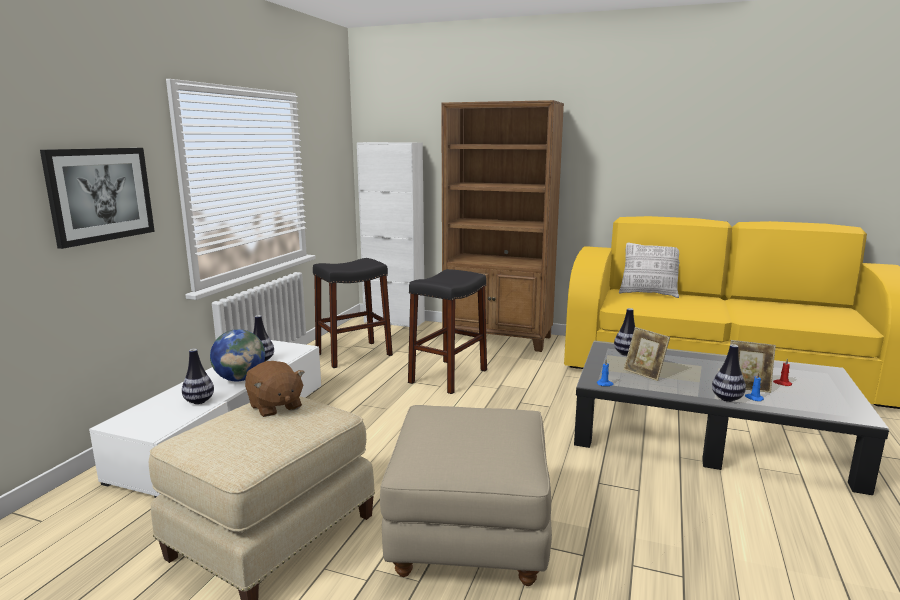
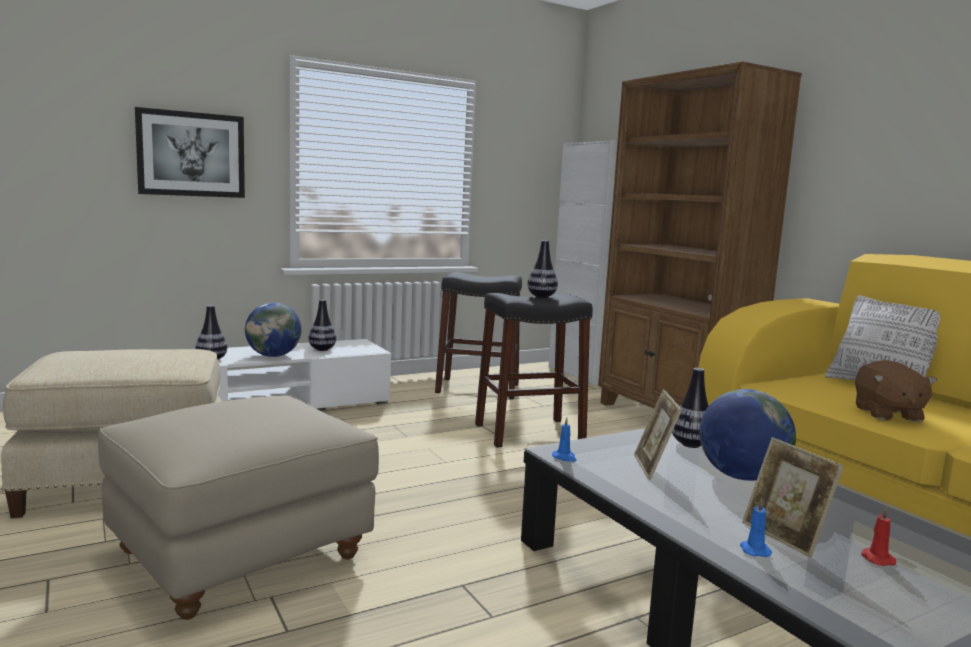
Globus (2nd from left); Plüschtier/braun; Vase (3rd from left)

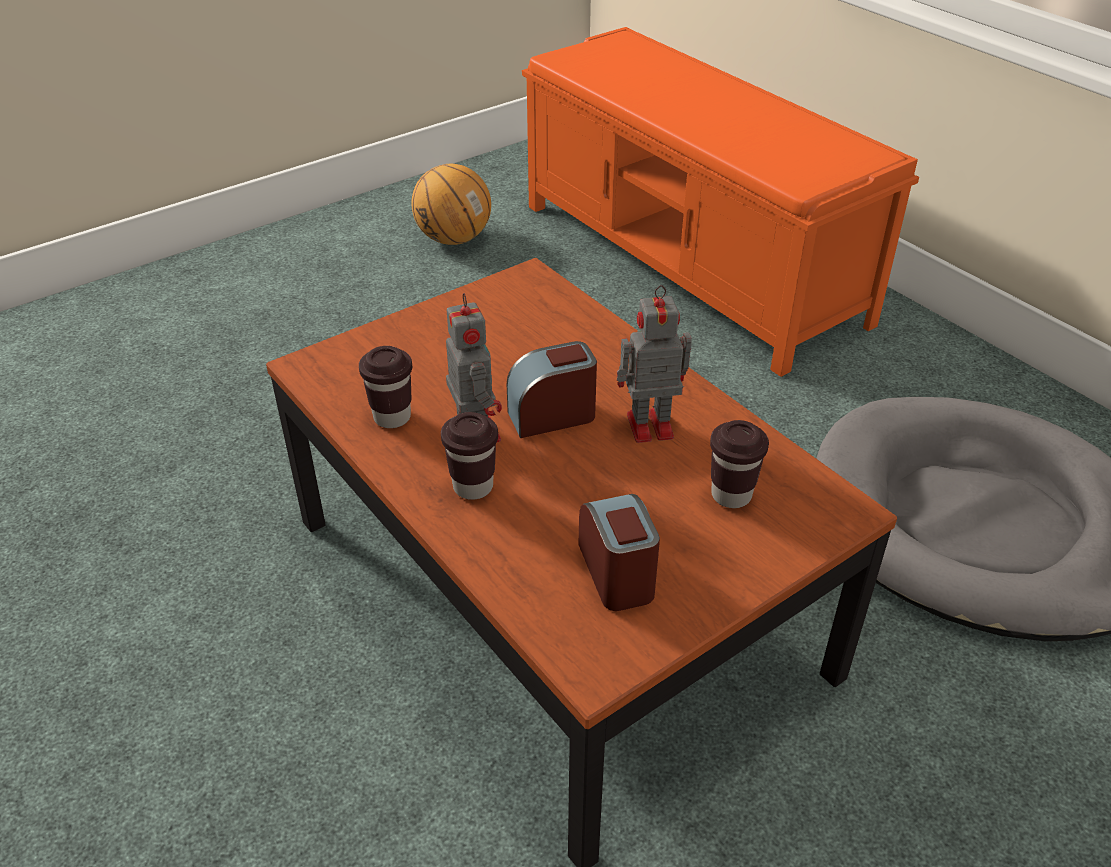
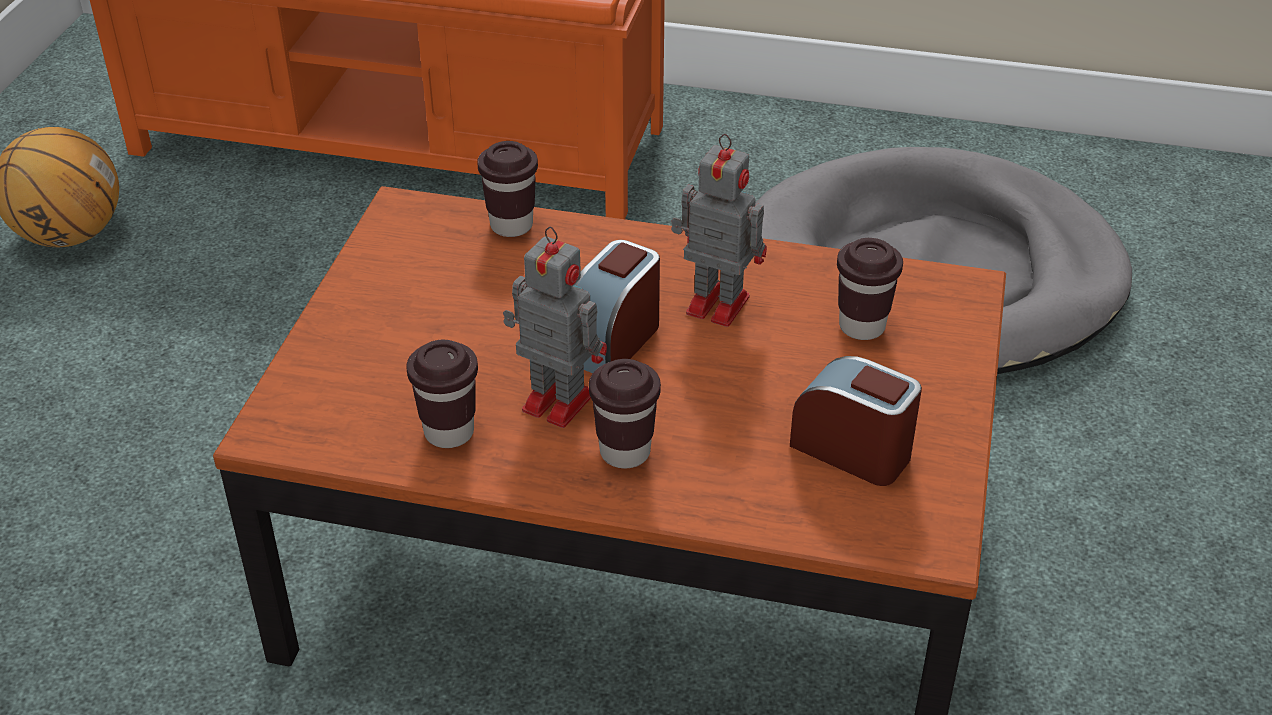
Tasse/braun (2nd from left); Spielzeugroboter (2nd from left)

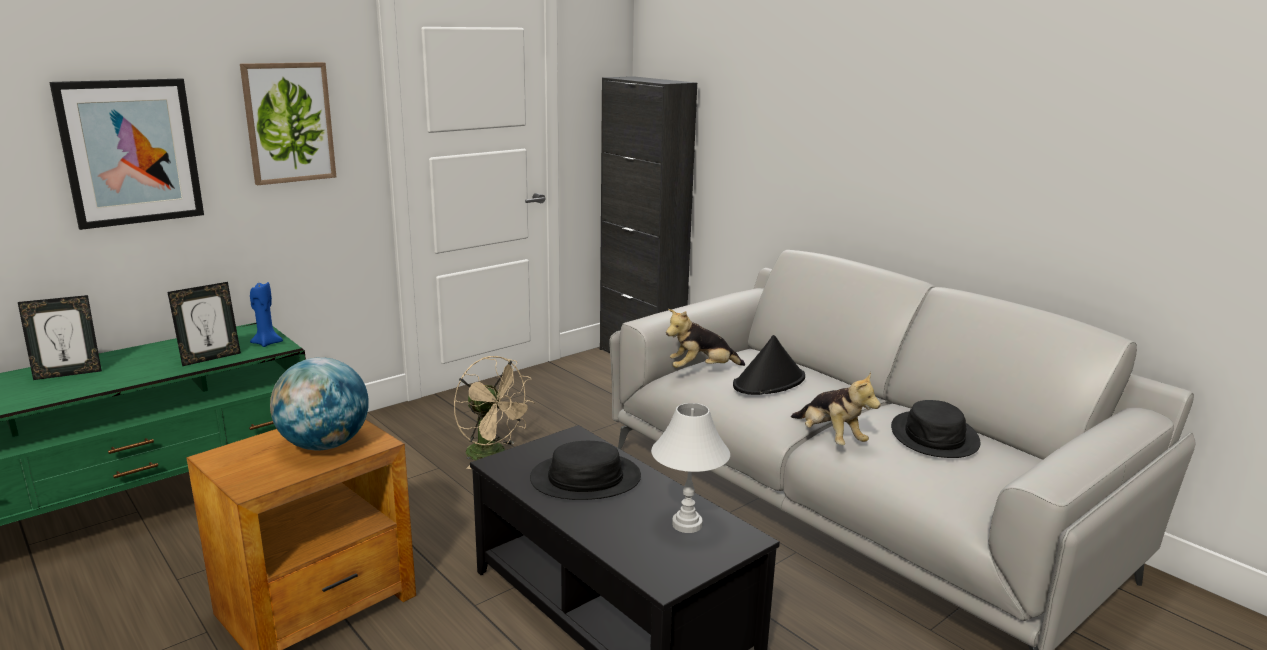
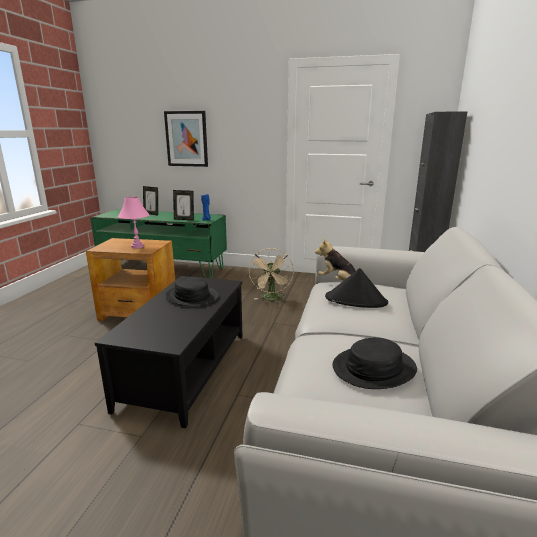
Bild (2nd from left in the first image); Tischlampe/weiß; Plüschtier (2nd from left in the first image); Tischlampe/rosa

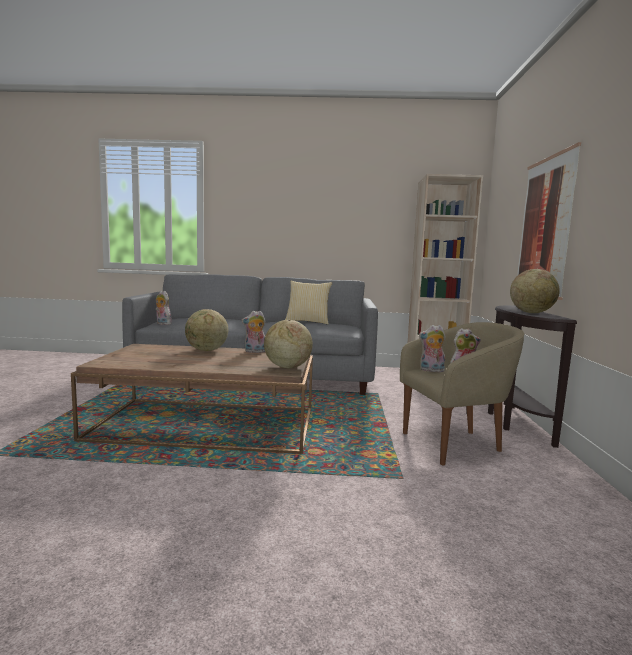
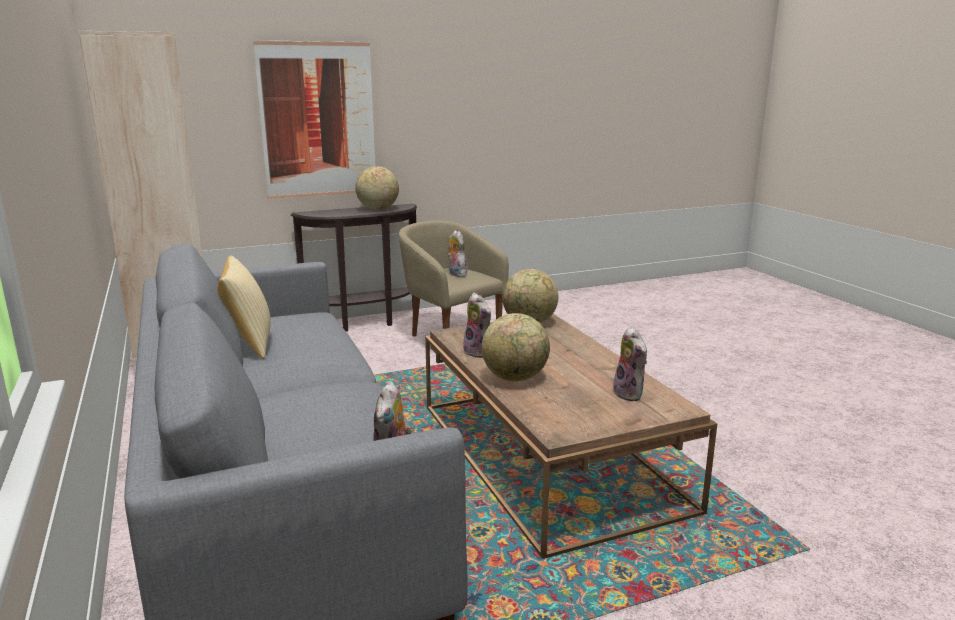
Plüschtier (4th from left)

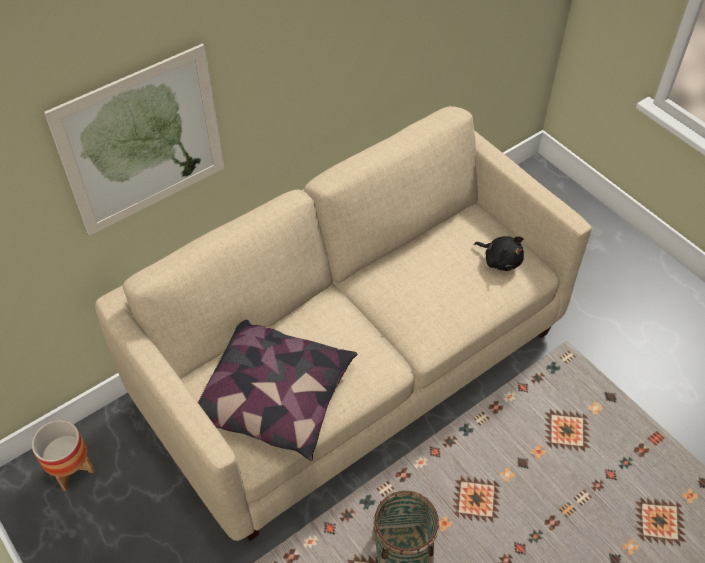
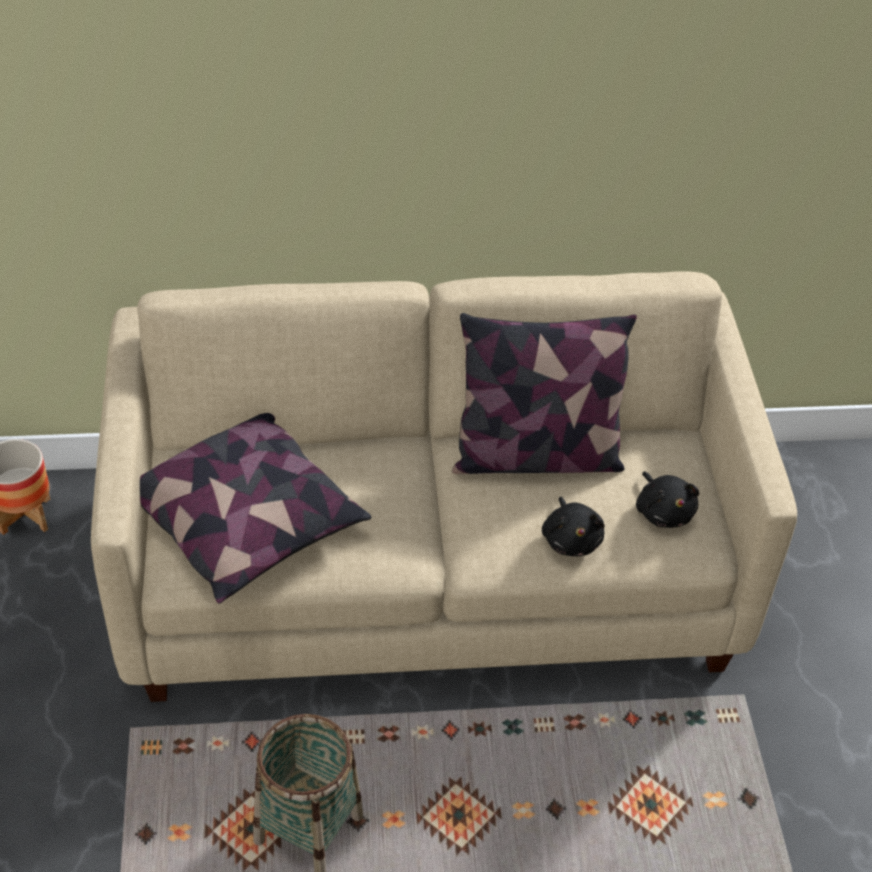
Bild; Kissen (2nd from left); Plüschtier/schwarz (1st from left)

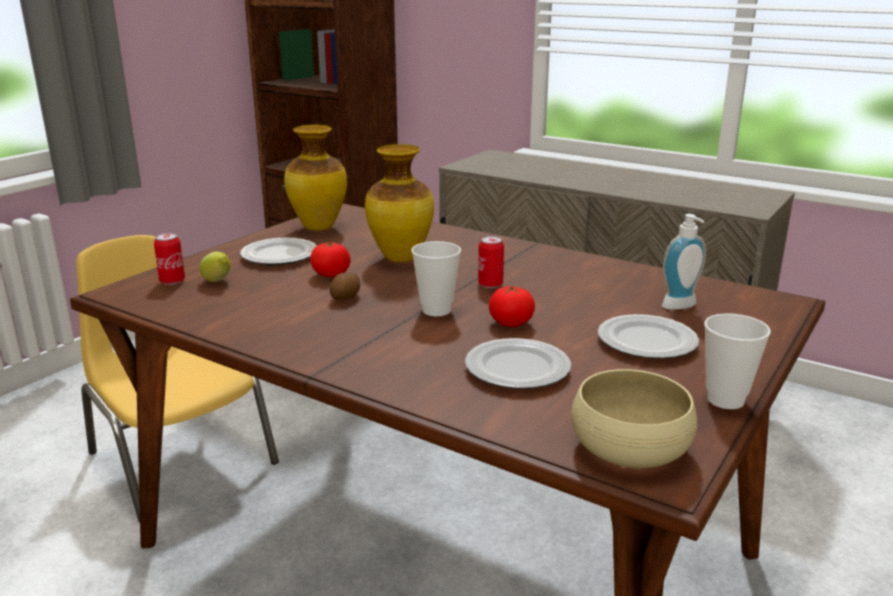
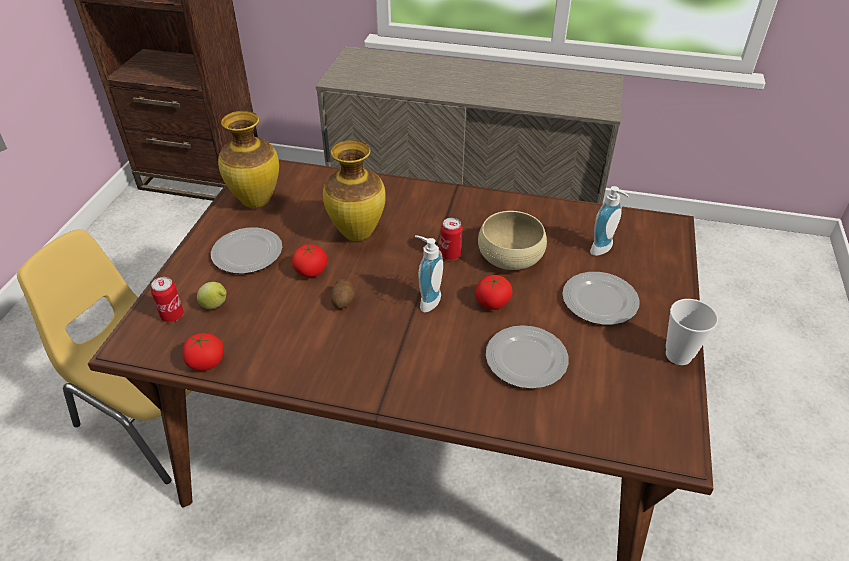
Tomate (1st from left); Schüssel/beige; Seifenspender (1st from left)

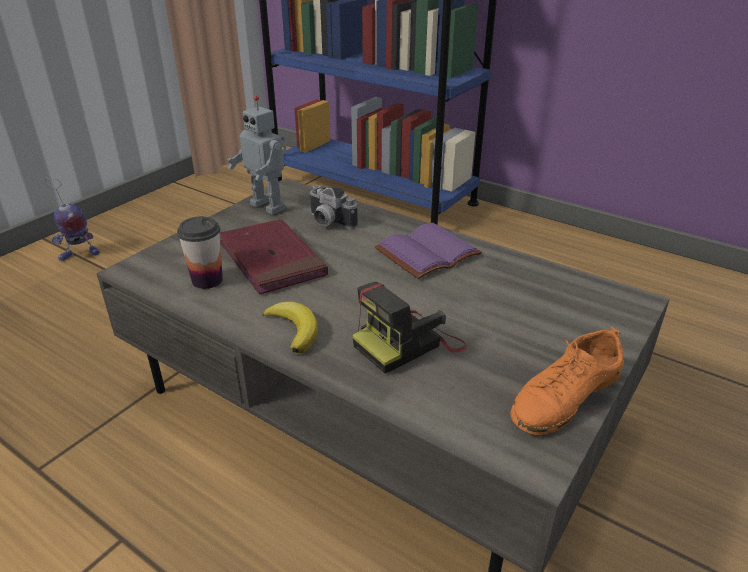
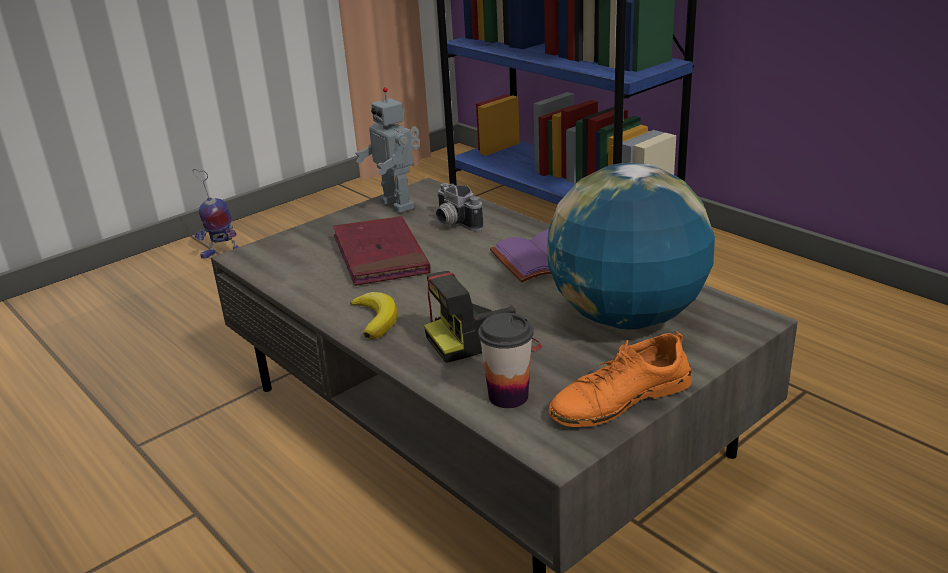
Globus; Tasse

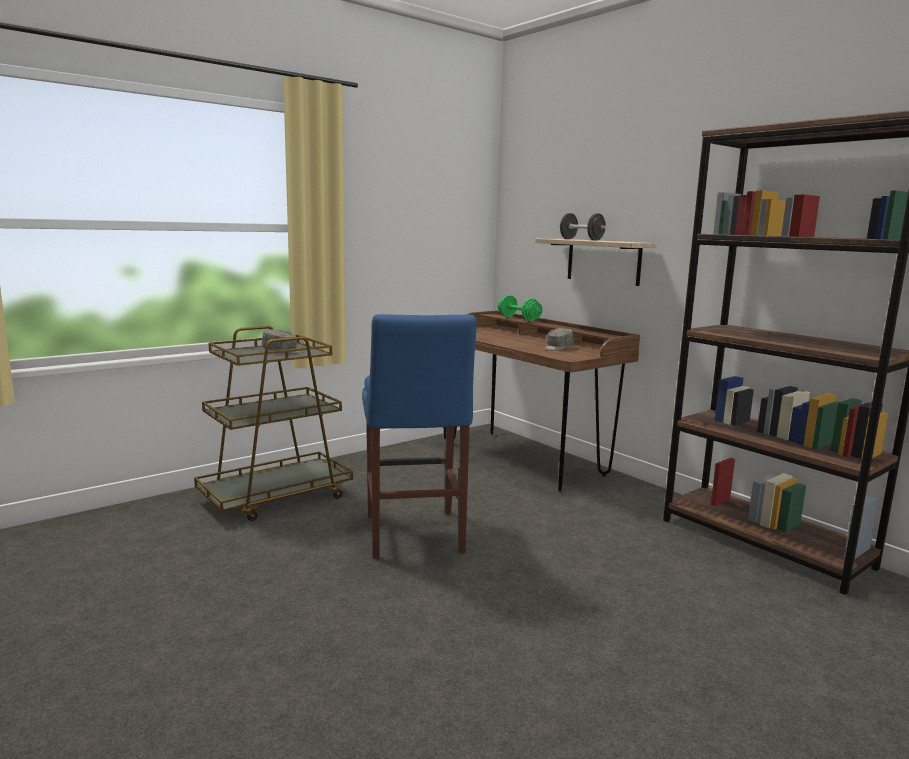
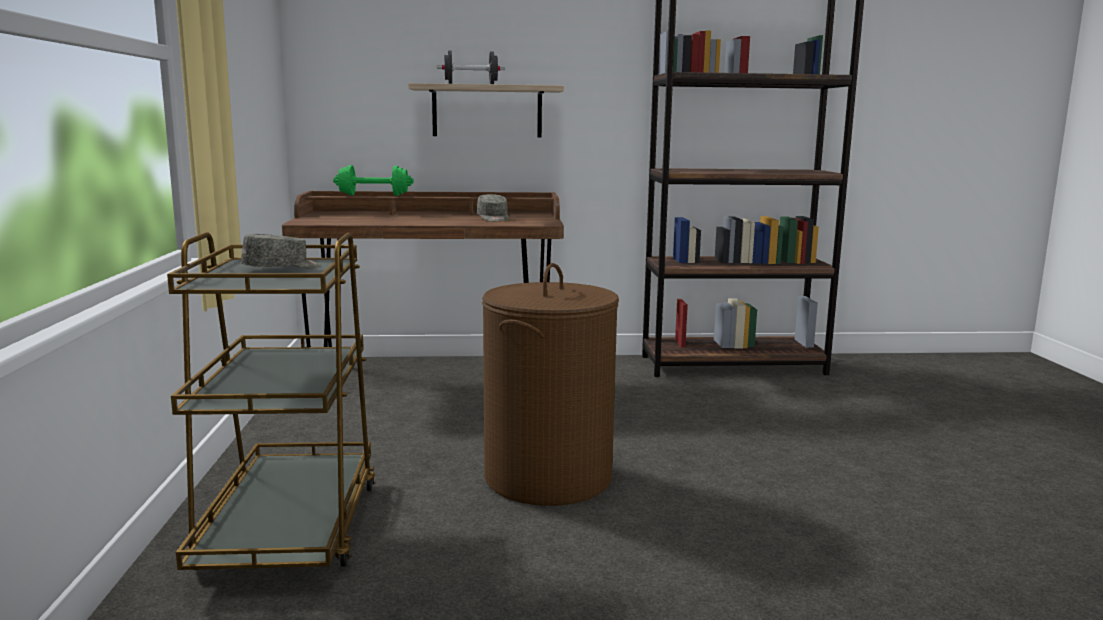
Wäschekorb/braun

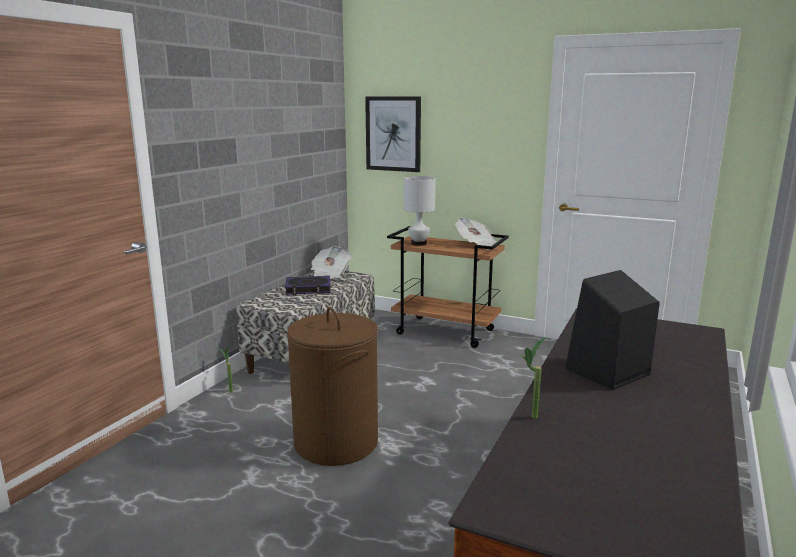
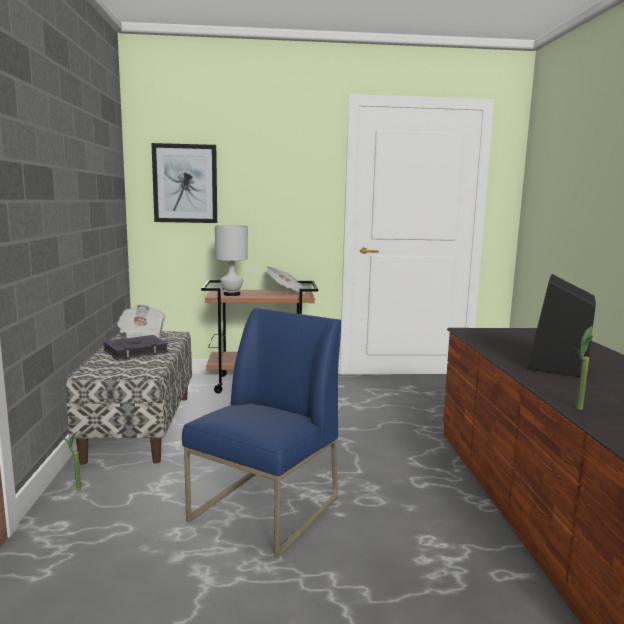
Stuhl/blau

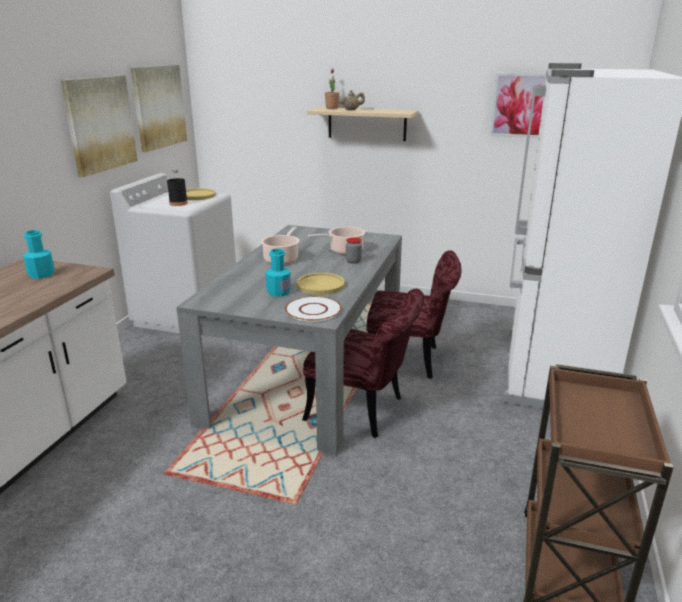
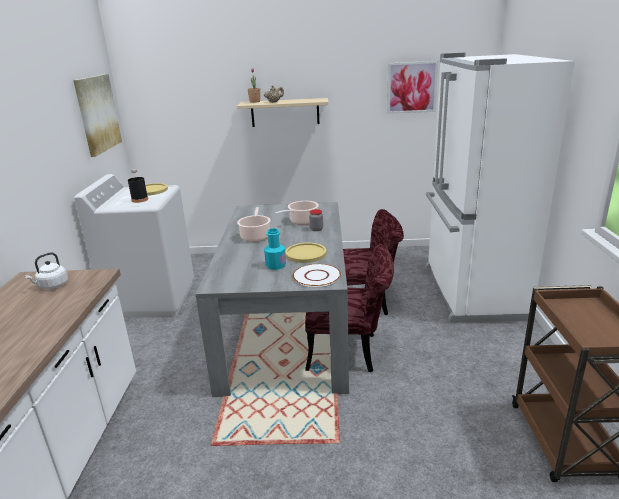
Bild (1st from left in the first image); Wasserkessel/weiß

